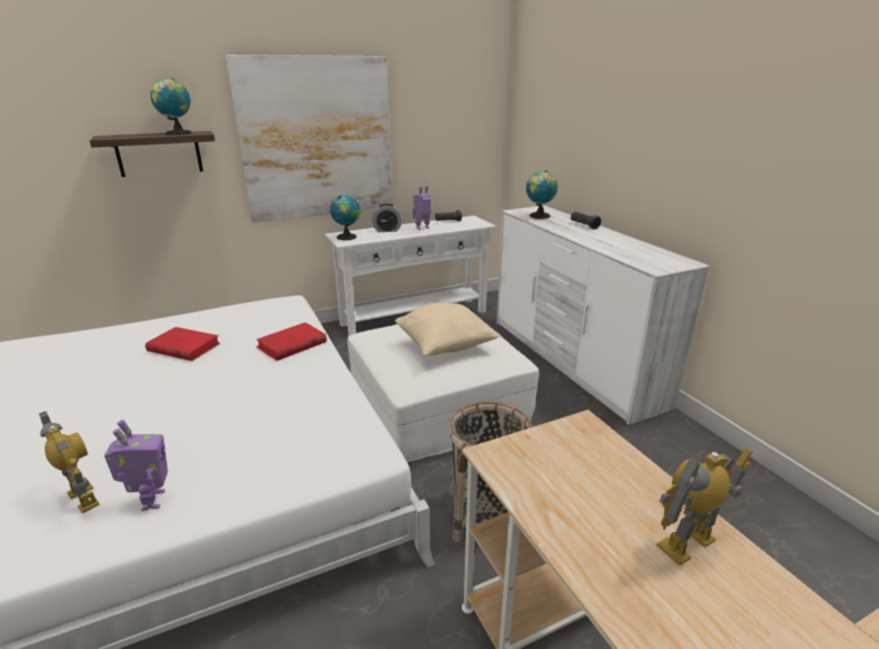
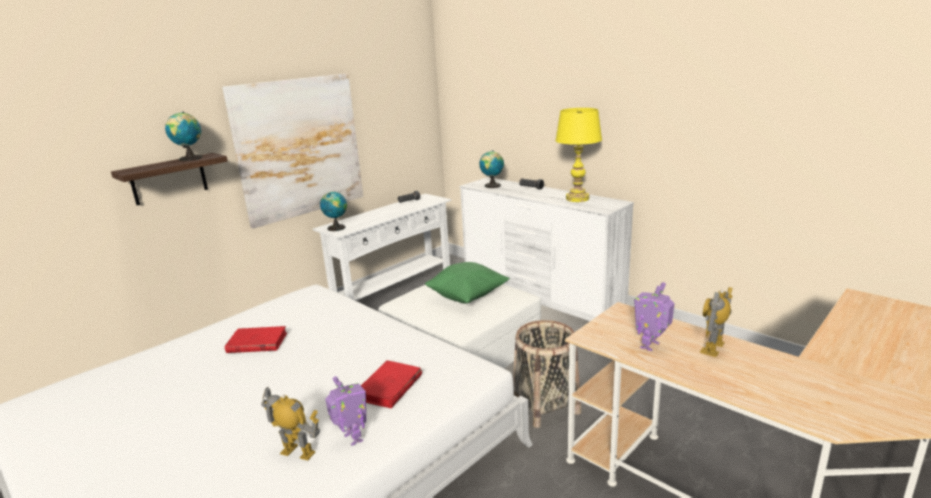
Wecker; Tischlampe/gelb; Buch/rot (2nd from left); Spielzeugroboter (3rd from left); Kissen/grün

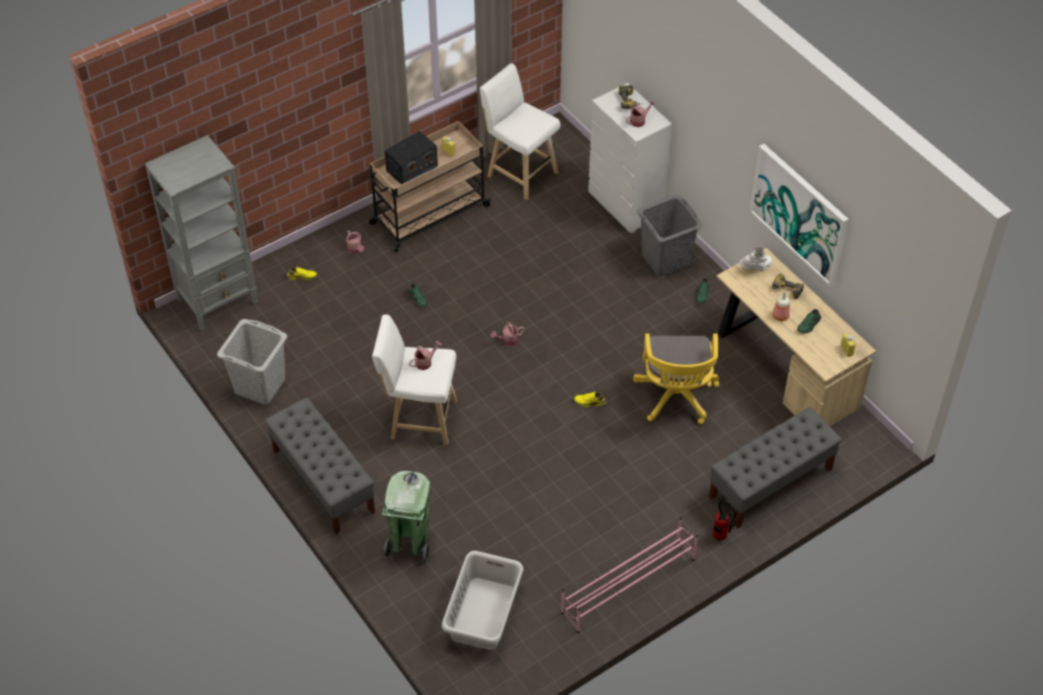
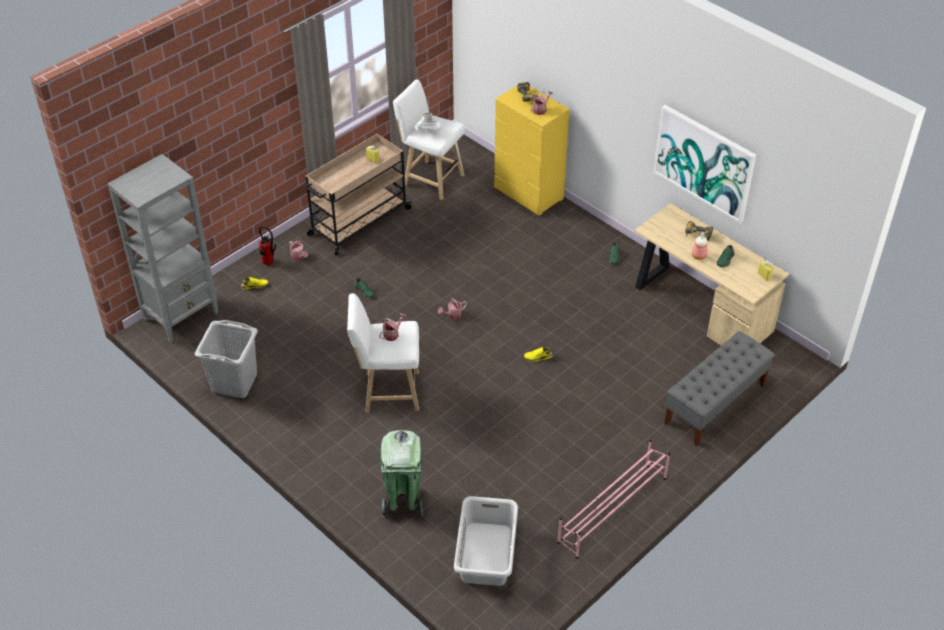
Bank/grau (1st from left in the first image); Radio; Bürostuhl/gelb; Wäschekorb/grau (3rd from left in the first image); Feuerlöscher; Stiefel/weiß; Kommode/gelb

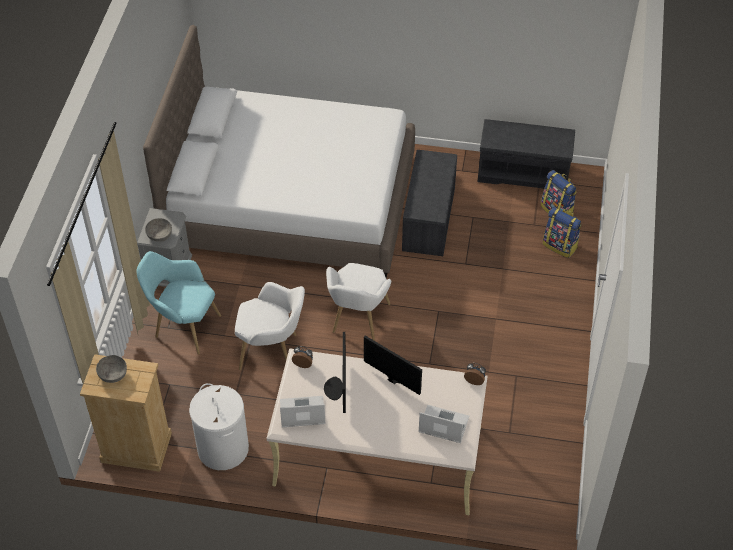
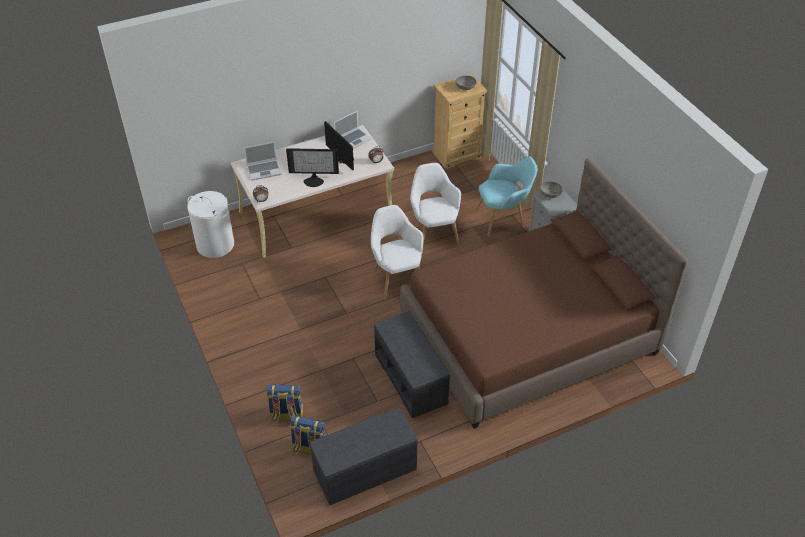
Wäschekorb/weiß; Bett/braun; Sessel/weiß (2nd from left)

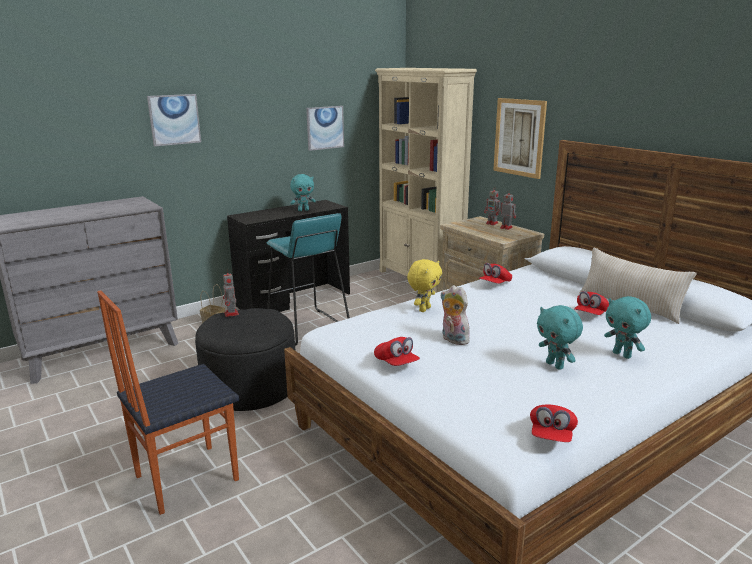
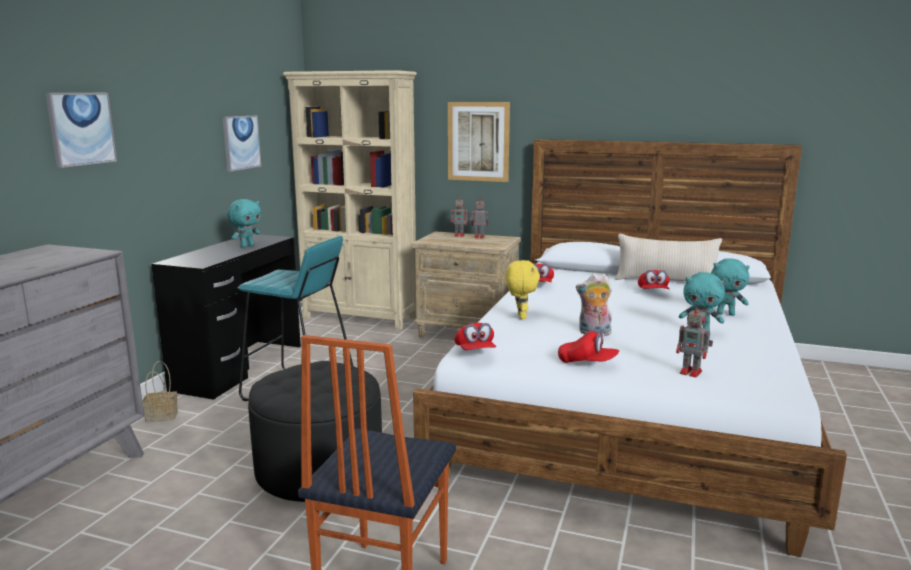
Spielzeugroboter (3rd from left); Kappe/rot (1st from left)

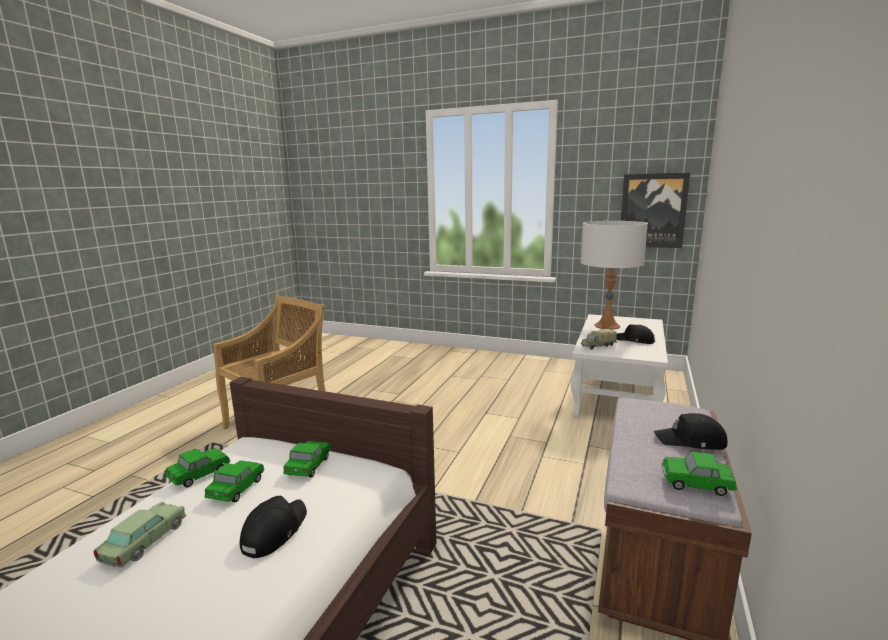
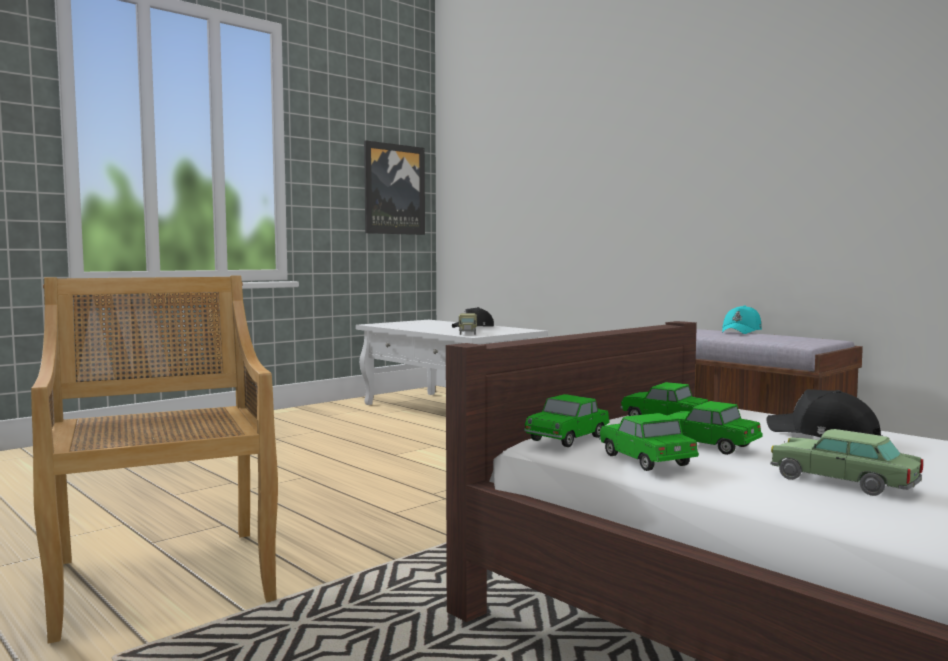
Tischlampe/weiß; Spielzeugauto (1st from left); Kappe/türkis

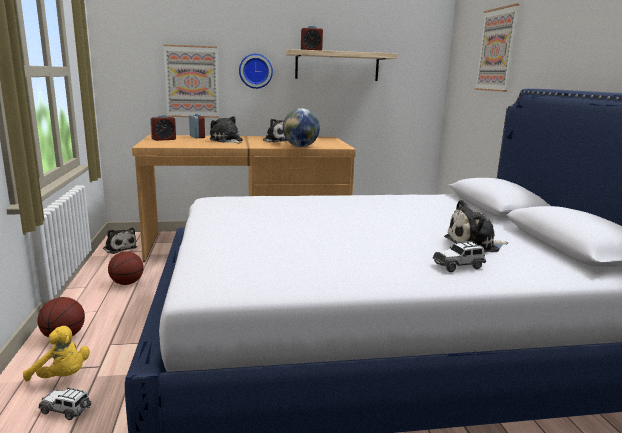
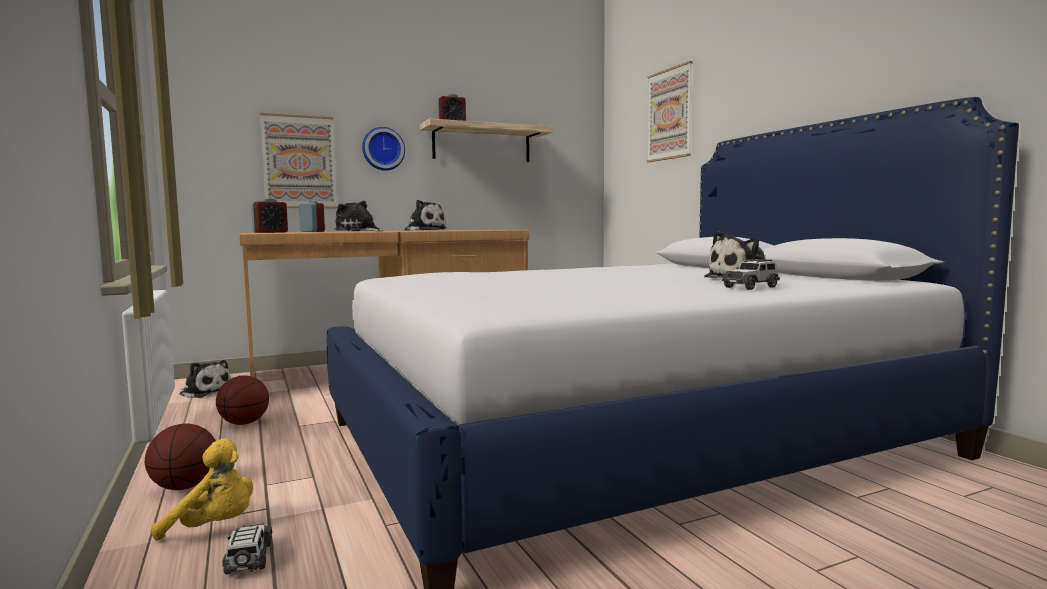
Globus; Spielzeugauto (1st from left)

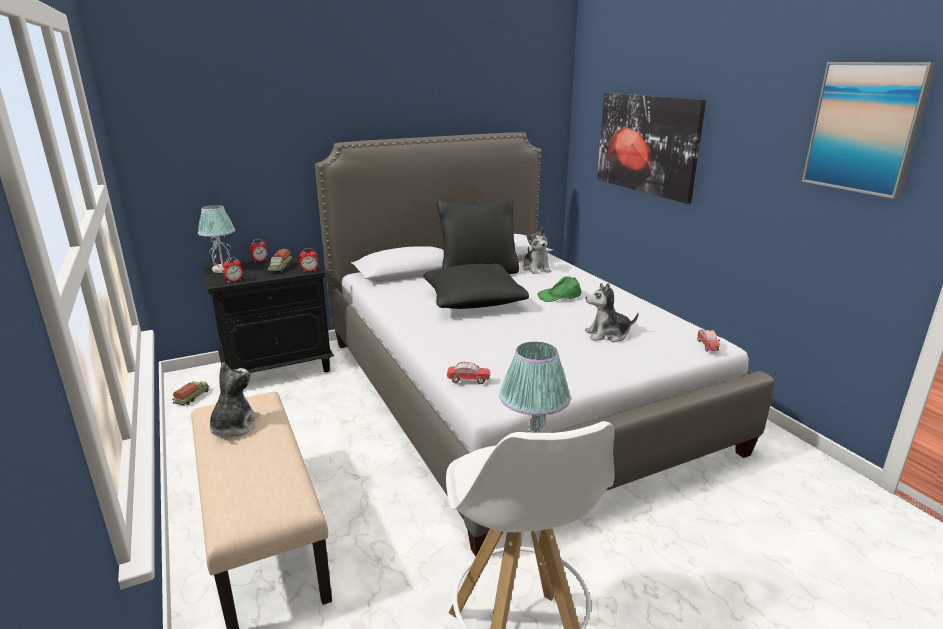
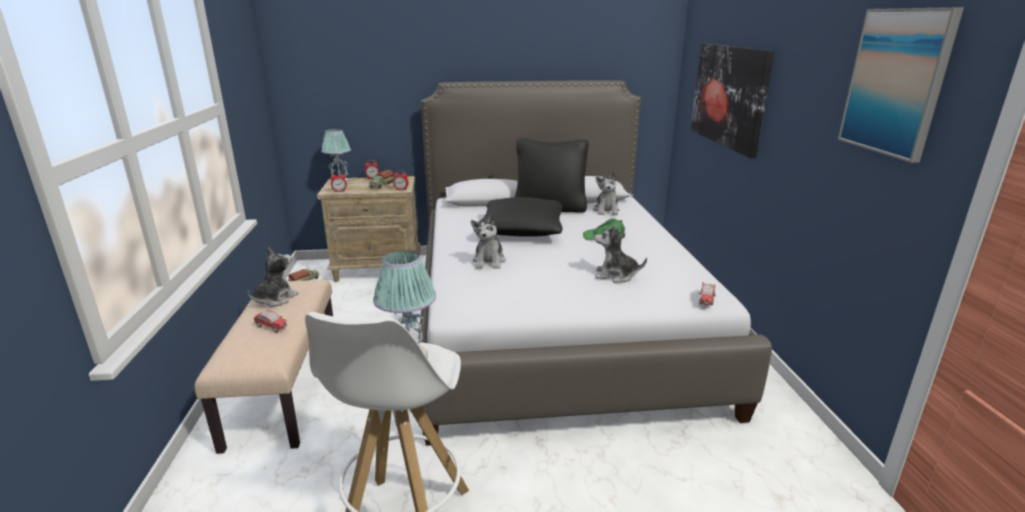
Plüschtier (2nd from left); Spielzeugauto (1st from left); Nachttisch/beige

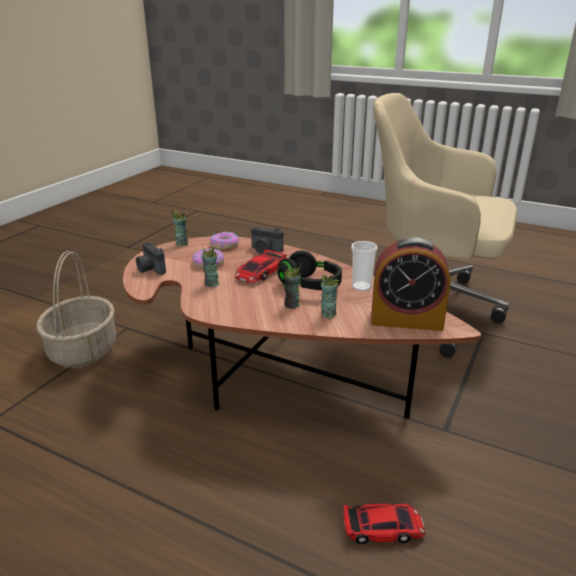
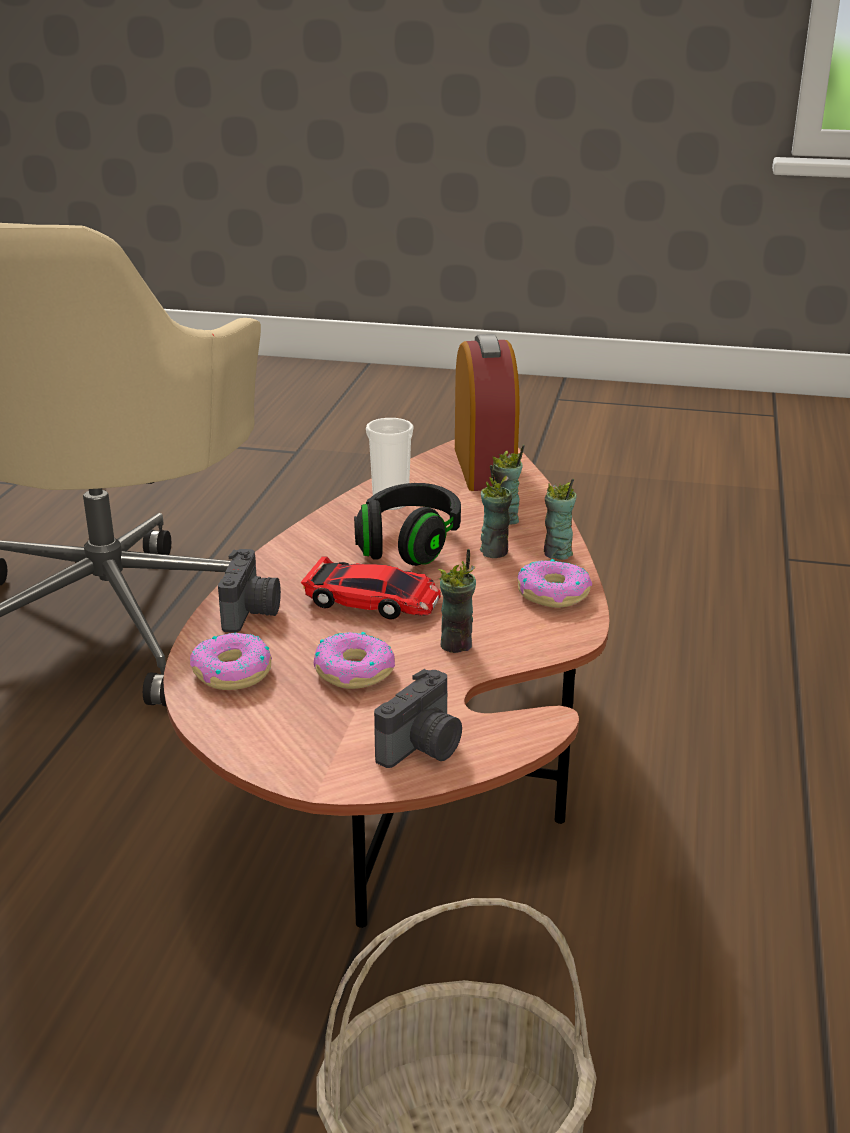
Spielzeugauto (2nd from left in the first image); Donut (3rd from left); Tasse (5th from left)

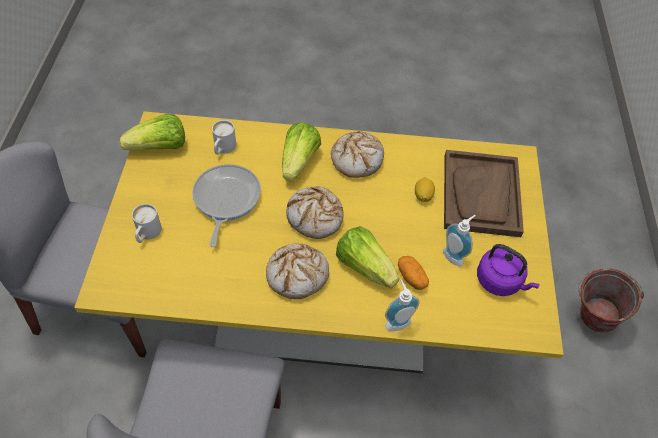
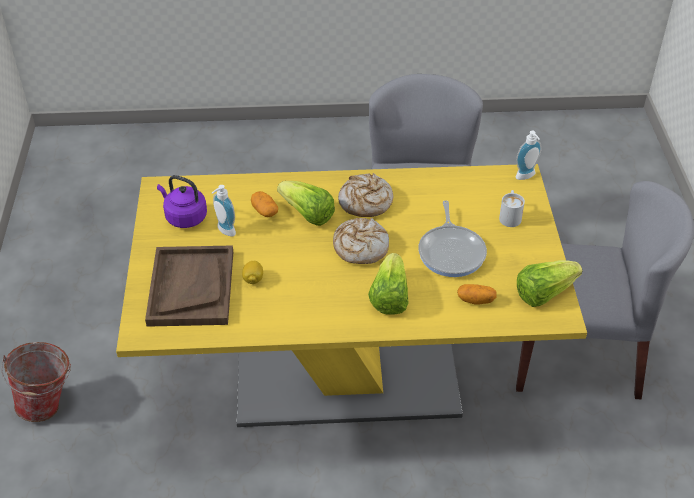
Brot (3rd from left in the first image); Seifenspender (2nd from left); Kartoffel (2nd from left)

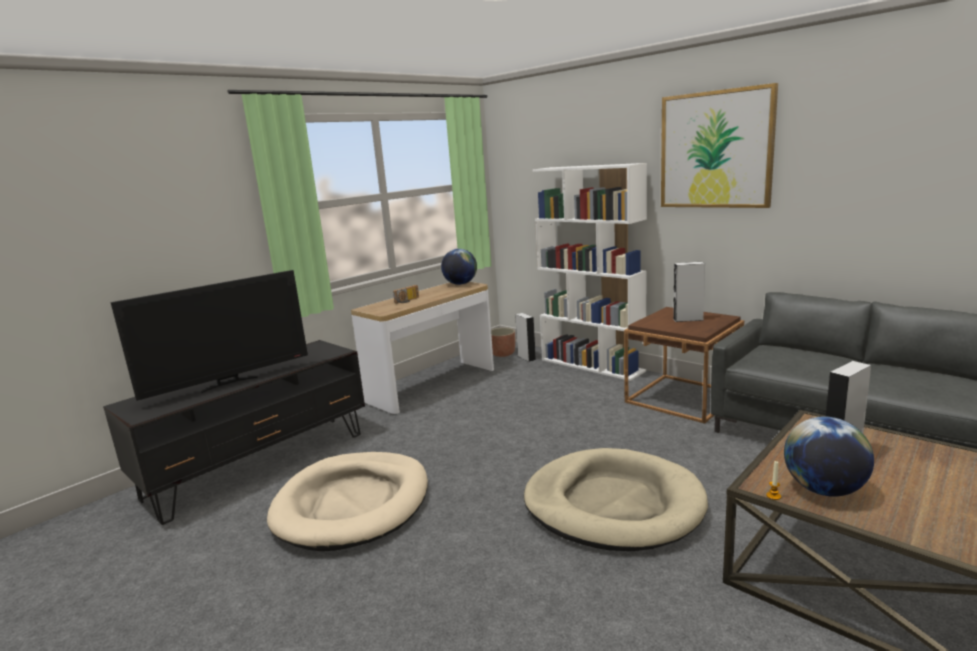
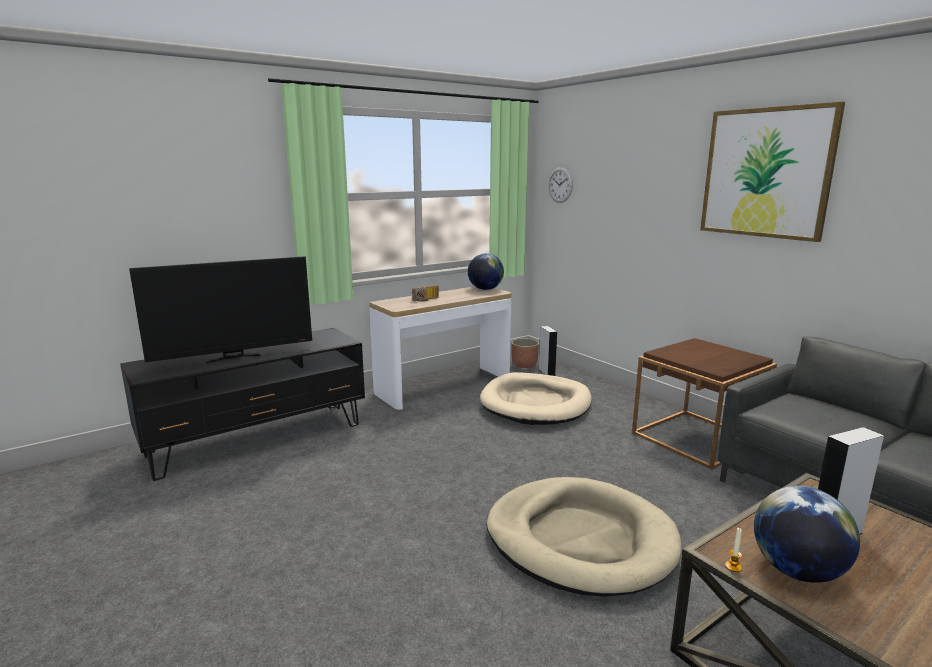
Bücherregal/weiß; Lautsprecher/grau (2nd from left in the first image); Wanduhr; Hundebett/beige (1st from left)

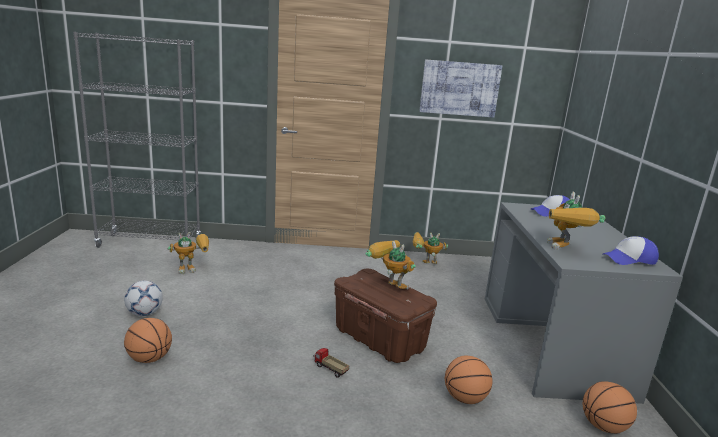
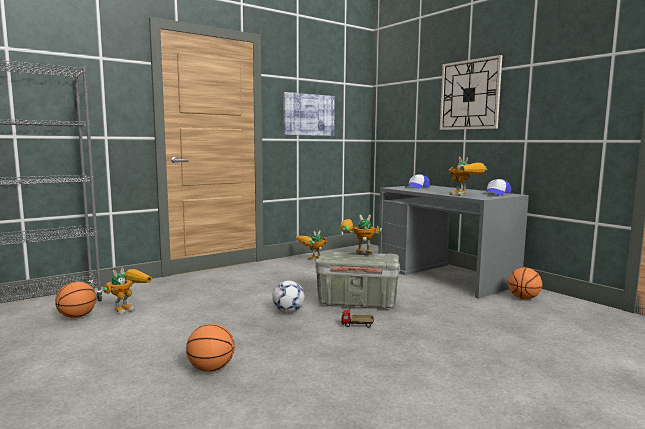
Wanduhr; Fußball; Basketball (1st from left); Aufbewahrungsbox/grau

